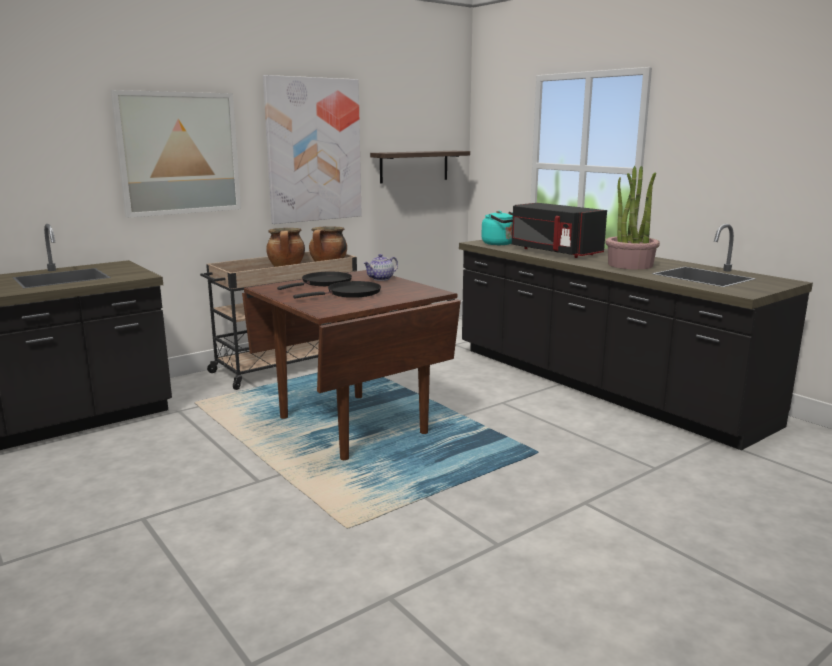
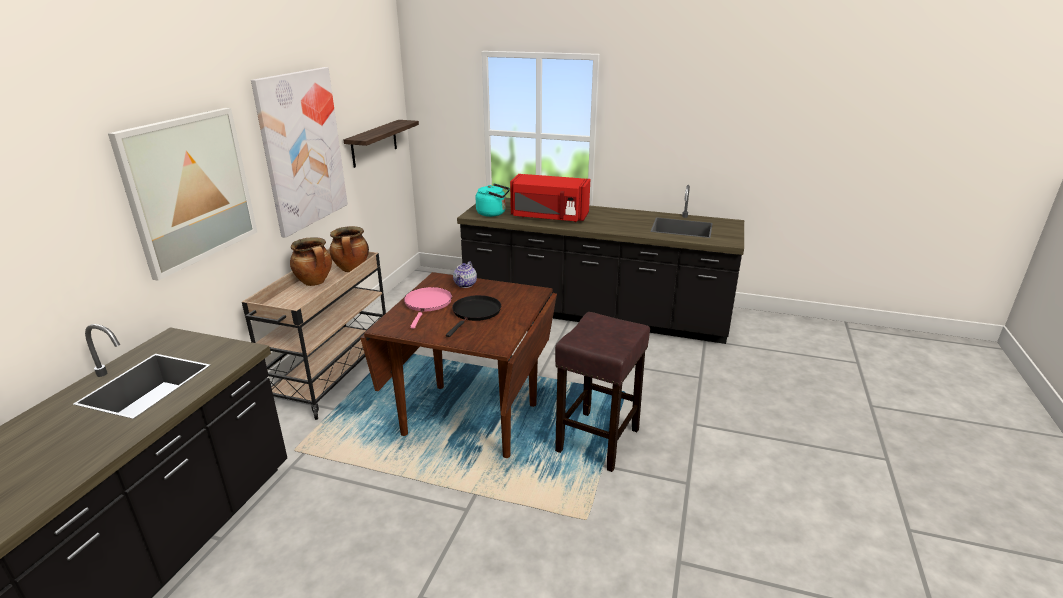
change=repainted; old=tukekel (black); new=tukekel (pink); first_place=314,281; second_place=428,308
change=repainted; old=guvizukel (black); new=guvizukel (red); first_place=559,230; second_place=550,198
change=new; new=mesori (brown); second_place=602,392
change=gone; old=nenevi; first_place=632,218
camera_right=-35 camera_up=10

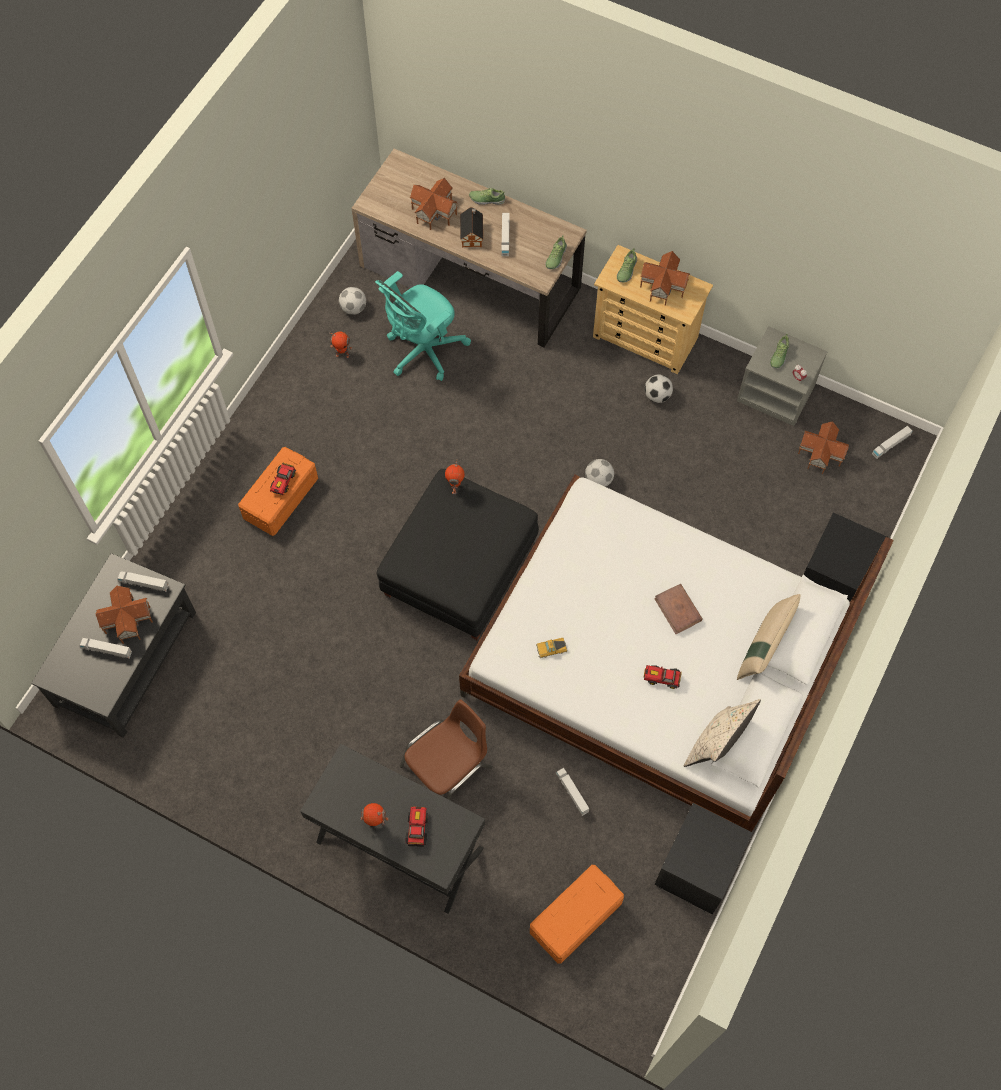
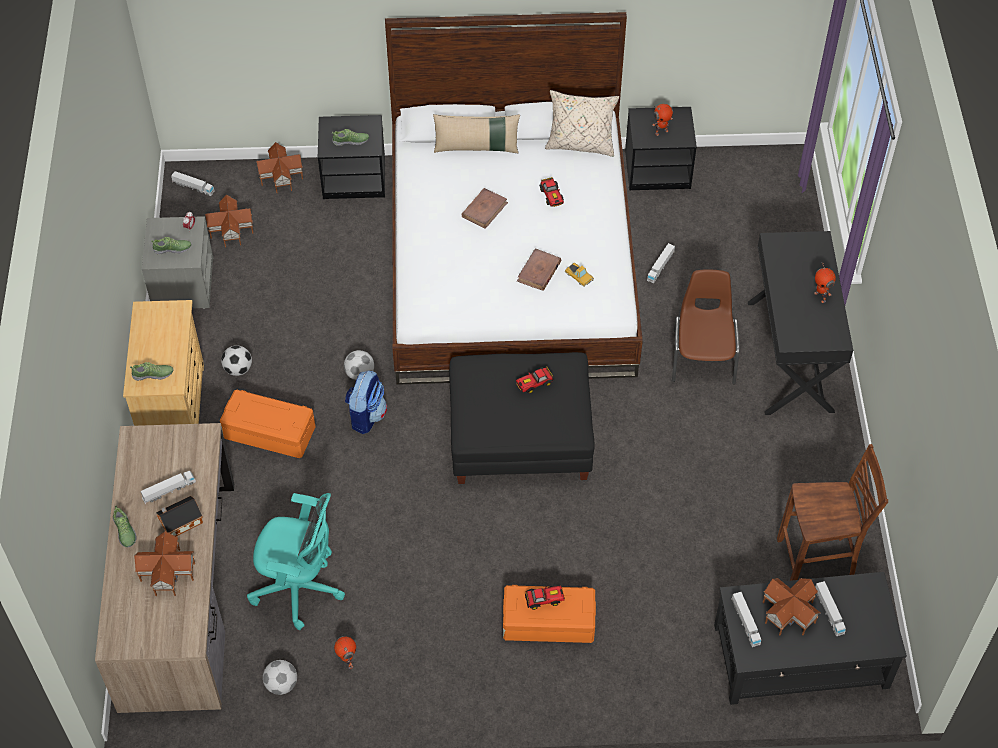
change=shifted; old=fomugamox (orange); first_place=577,914; second_place=267,424
change=shifted; old=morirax; first_place=665,278; second_place=279,167
change=shifted; old=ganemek; first_place=556,252; second_place=350,137
change=new; new=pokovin; second_place=366,402
change=shifted; old=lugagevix; first_place=416,826; second_place=535,380
change=new; new=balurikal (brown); second_place=539,269
change=shifted; old=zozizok; first_place=455,477; second_place=662,120
change=rotated; old=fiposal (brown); first_place=446,749; second_place=706,326; degrees=75
change=new; new=mesori (brown); second_place=832,512
camera_right=-120 camera_up=-10

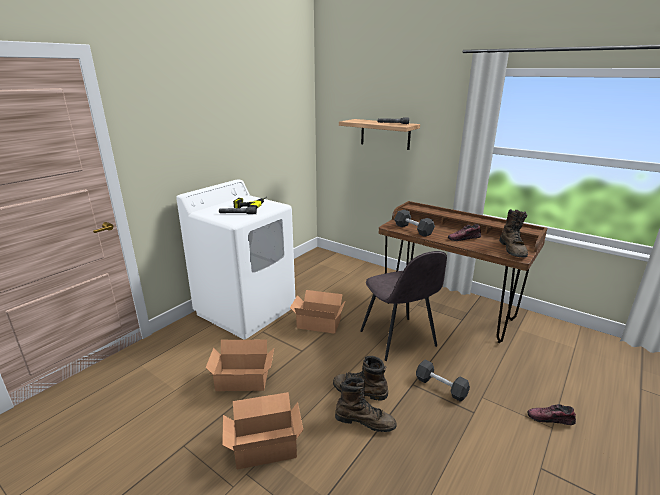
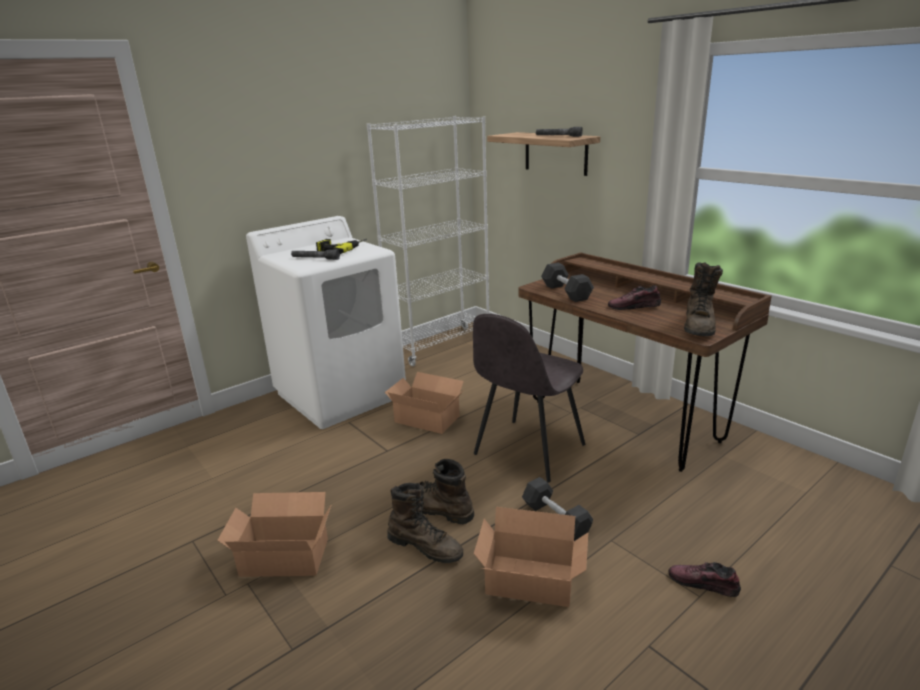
change=new; new=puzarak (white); second_place=428,241
change=rotated; old=fiposal (grey); first_place=403,306; second_place=529,398; degrees=45
change=shifted; old=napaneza; first_place=240,365; second_place=531,557
camera_right=15 camera_up=0

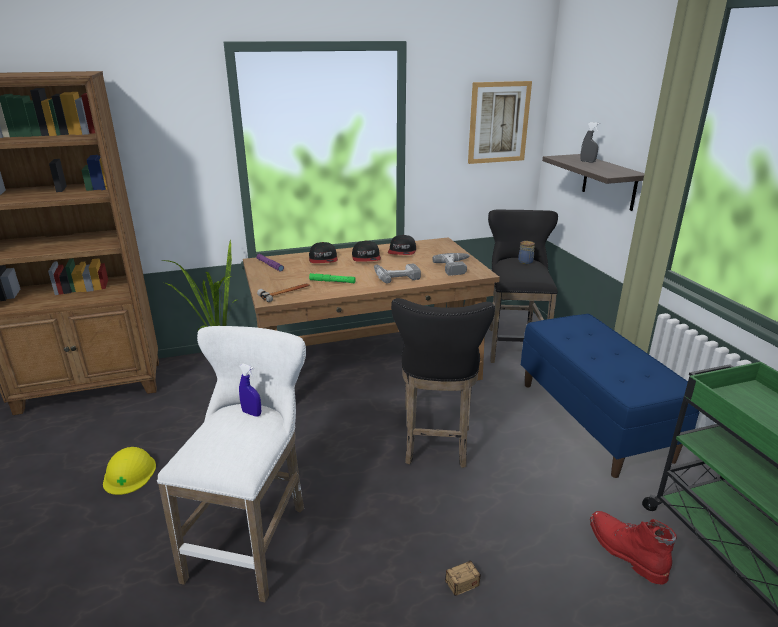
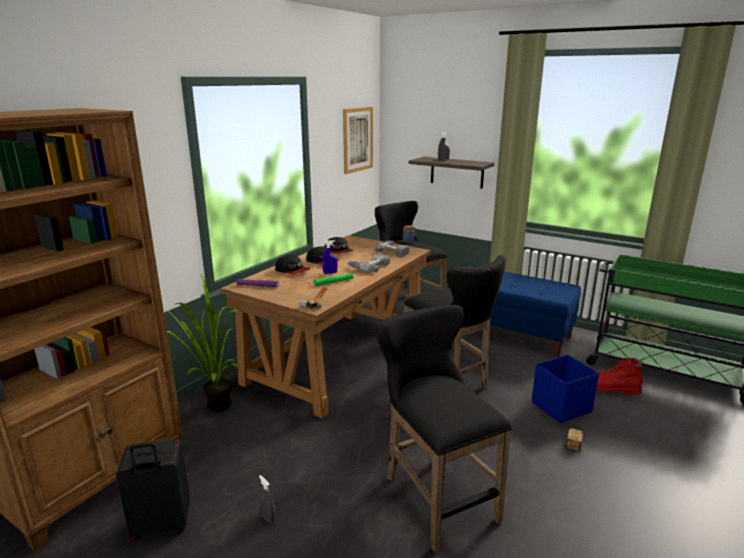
change=new; new=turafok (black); second_place=153,490
change=swapped; old=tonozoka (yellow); new=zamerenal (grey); first_place=129,471; second_place=267,499
change=shifted; old=zamerenal (blue); first_place=250,390; second_place=330,257
change=repainted; old=mesori (white); new=mesori (black); first_place=231,464; second_place=444,429
change=new; new=fomugamox (blue); second_place=565,389
camera_right=-40 camera_up=-5

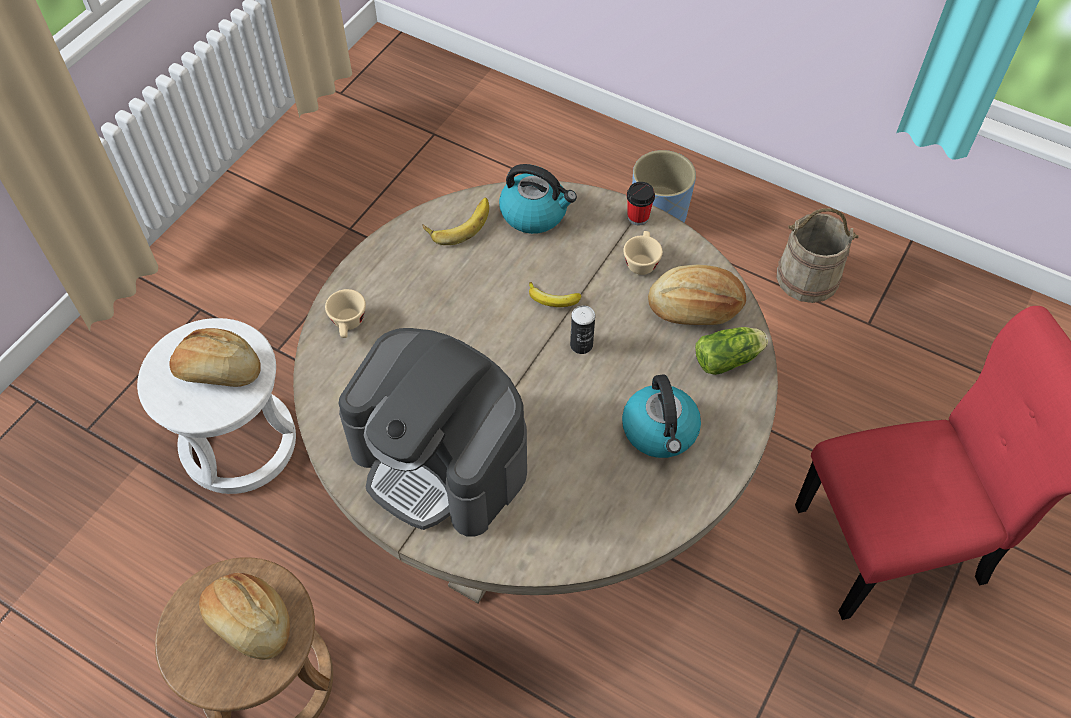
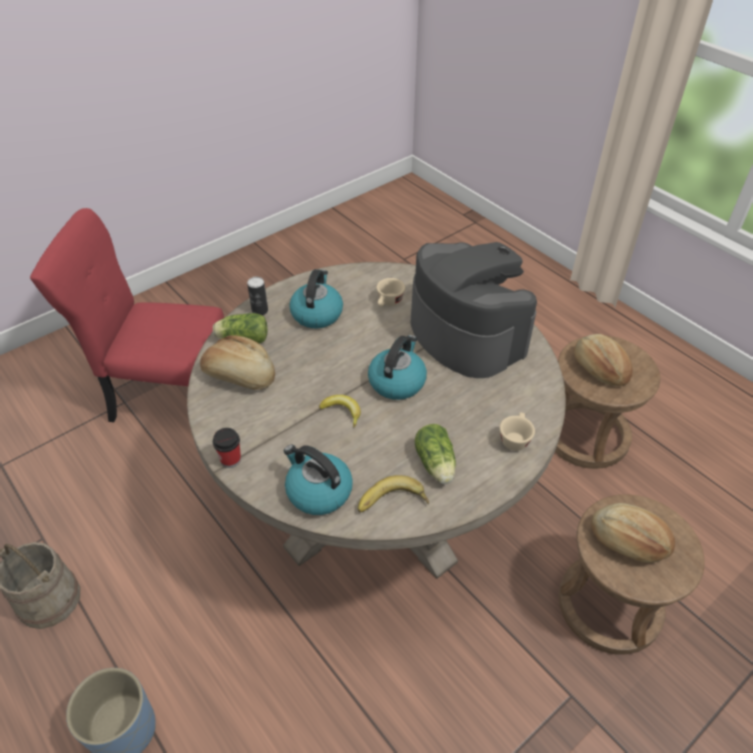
change=shifted; old=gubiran; first_place=582,329; second_place=257,296
change=new; new=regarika; second_place=397,367
change=shifted; old=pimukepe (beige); first_place=643,253; second_place=391,292
change=new; new=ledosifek; second_place=435,454
change=repainted; old=mesori (white); new=mesori (brown); first_place=216,406; second_place=632,574
camera_right=-160 camera_up=-10

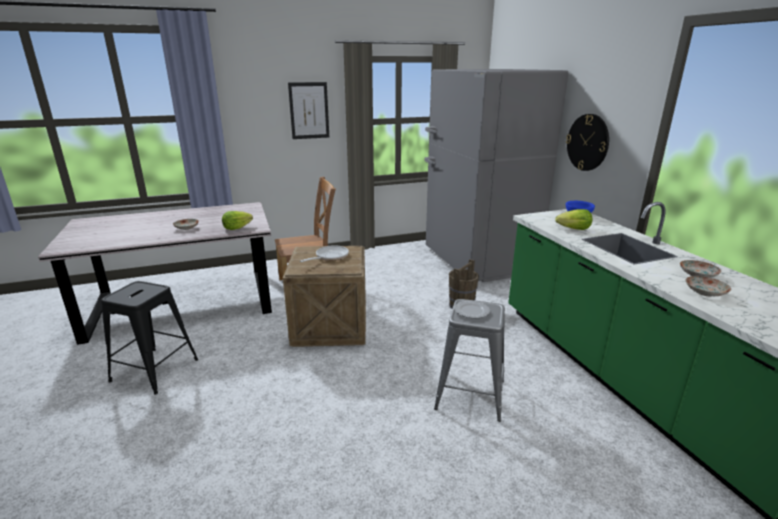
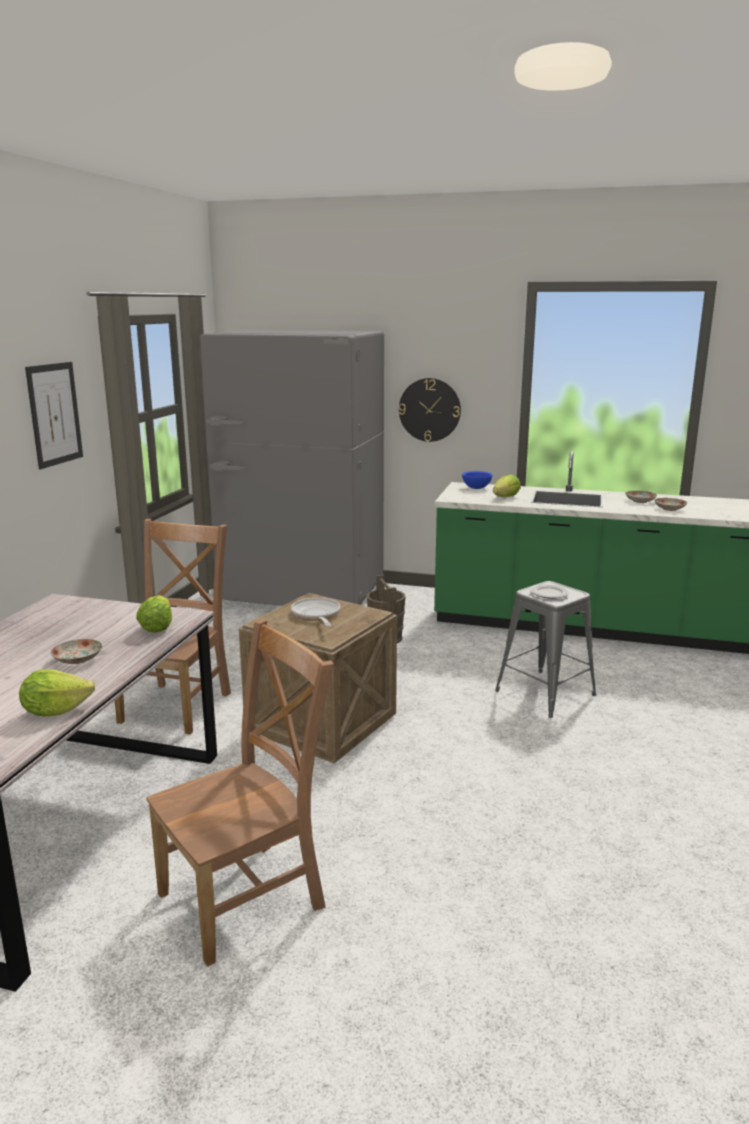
change=new; new=ledosifek; second_place=57,692
change=swapped; old=mesori (black); new=fiposal (brown); first_place=149,338; second_place=240,793
camera_right=-55 camera_up=-5

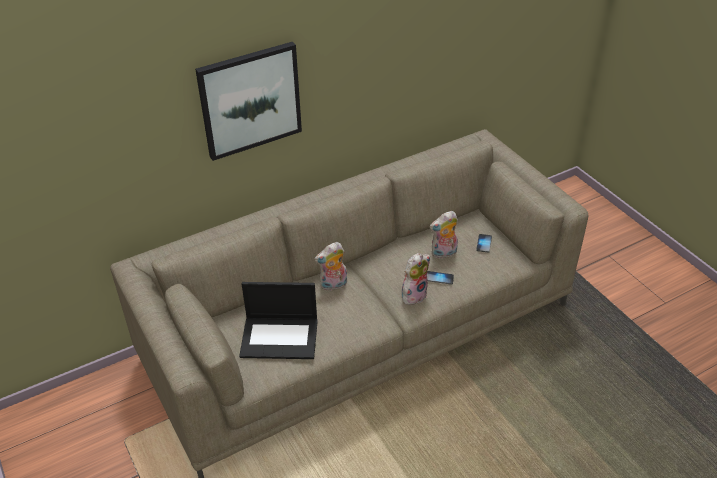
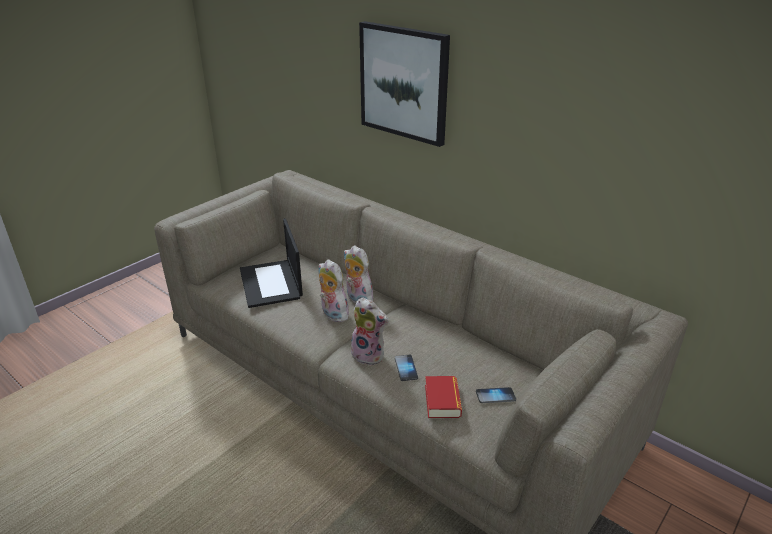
change=shifted; old=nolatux; first_place=444,235; second_place=334,290
change=new; new=balurikal; second_place=443,397
camera_right=70 camera_up=-10

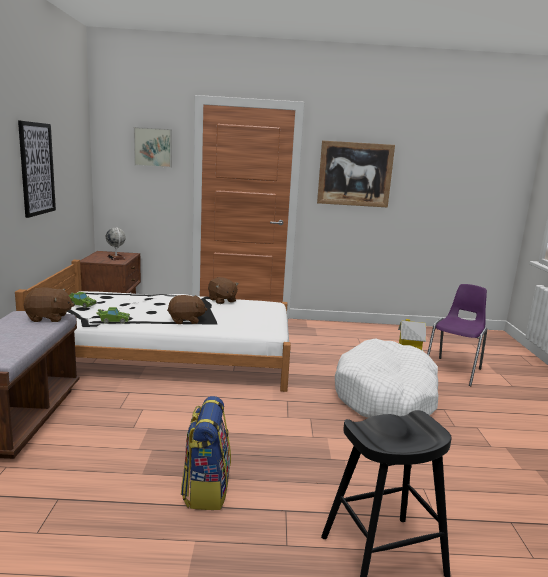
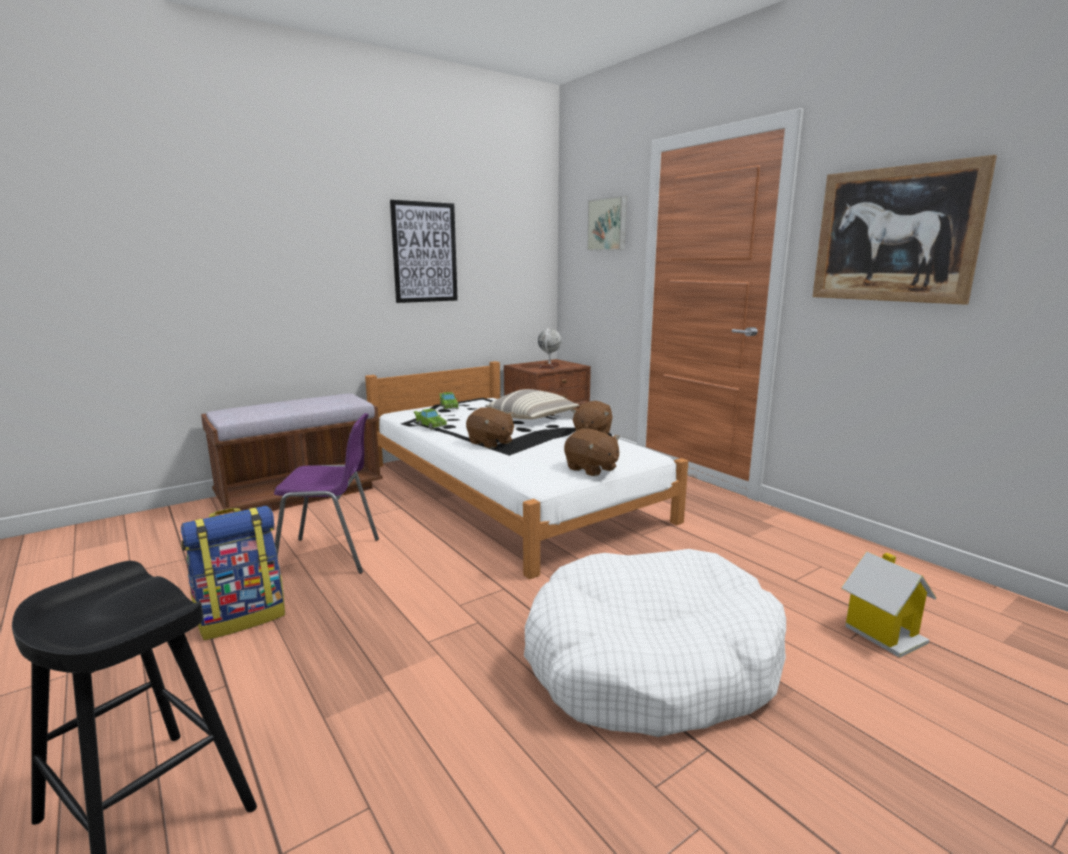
change=shifted; old=fiposal (purple); first_place=457,335; second_place=326,493
change=new; new=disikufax; second_place=533,404
change=shifted; old=nolatux (brown); first_place=49,305; second_place=592,452
camera_right=55 camera_up=0

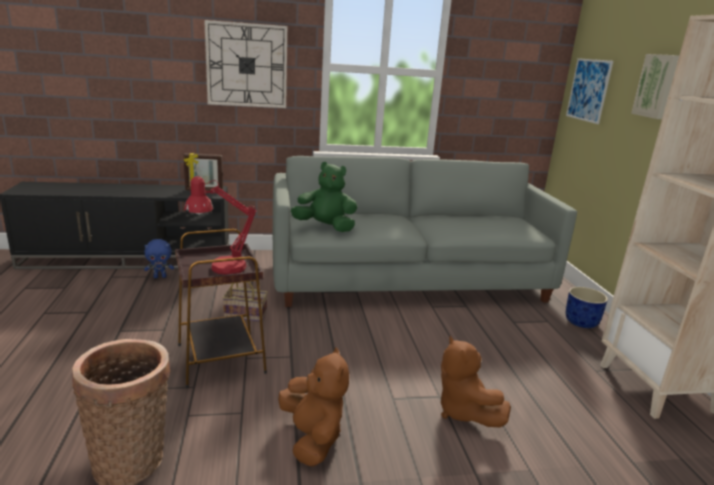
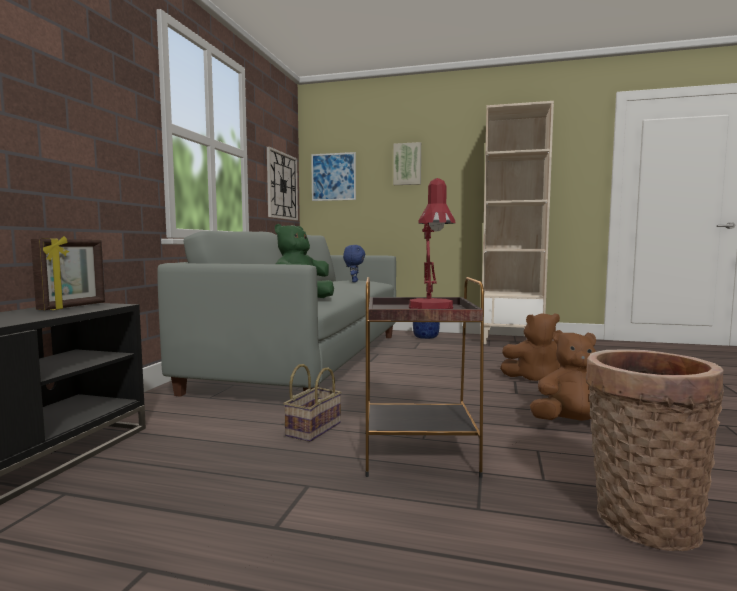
change=shifted; old=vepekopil; first_place=245,64; second_place=282,183
change=shifted; old=nolatux (blue); first_place=159,258; second_place=354,263
camera_right=-65 camera_up=-15

